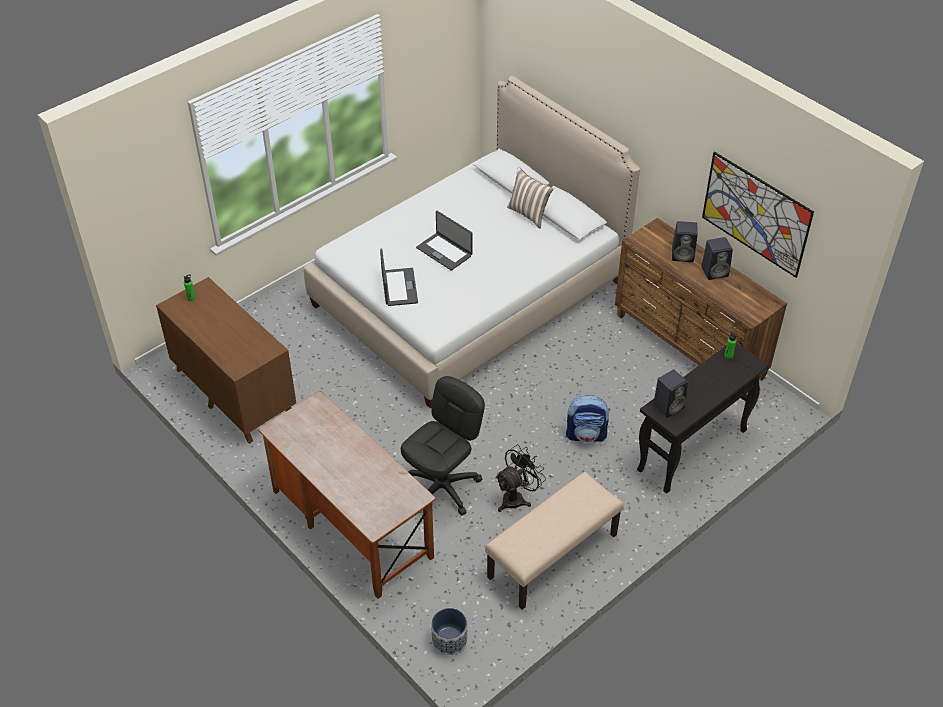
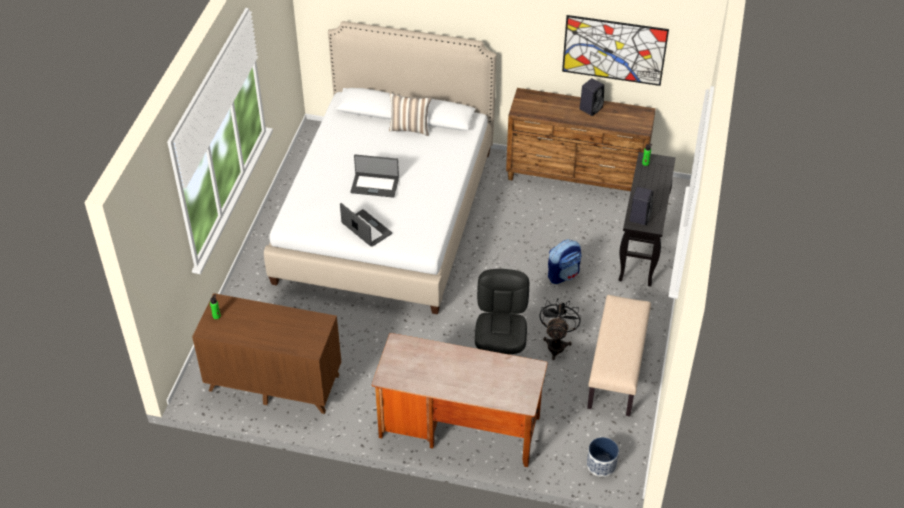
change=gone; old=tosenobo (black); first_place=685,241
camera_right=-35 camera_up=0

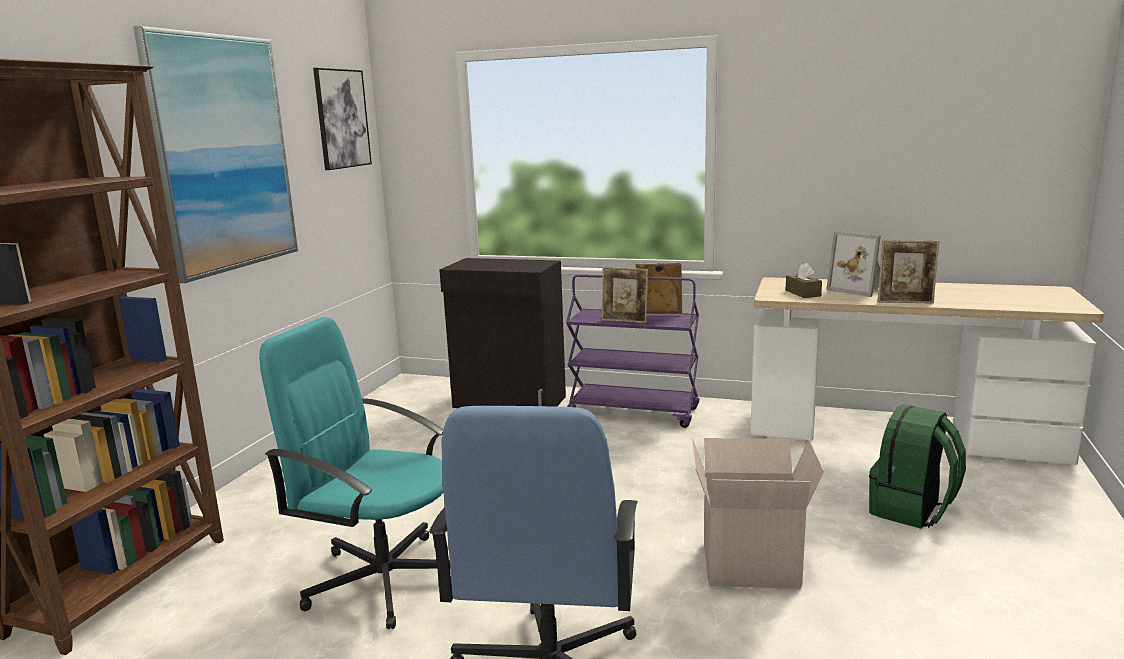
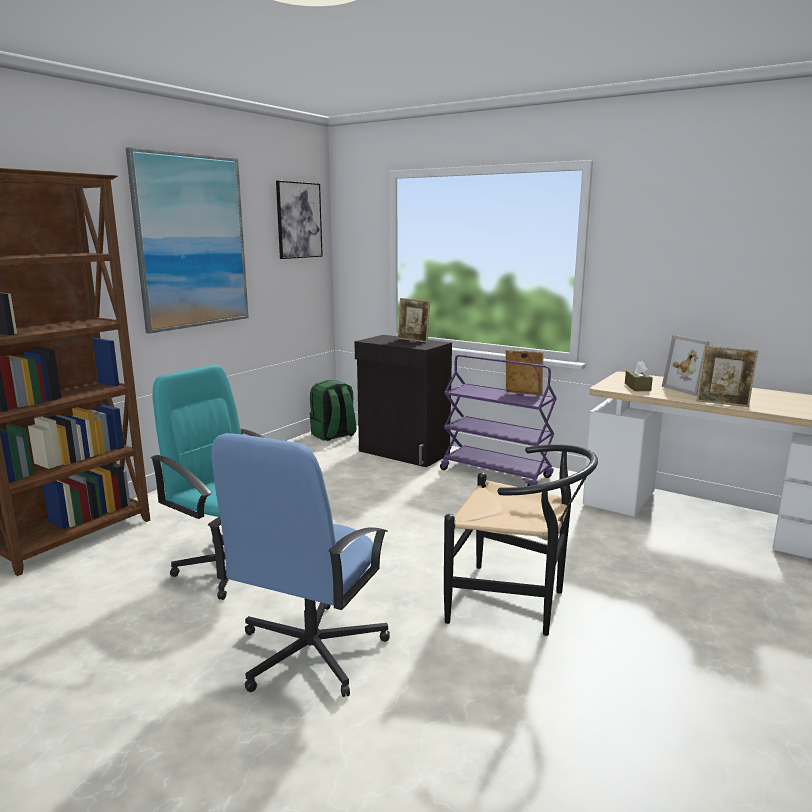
change=shifted; old=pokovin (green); first_place=917,466; second_place=333,410
change=shifted; old=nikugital; first_place=625,295; second_place=414,320
change=swapped; old=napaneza; new=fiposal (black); first_place=758,513; second_place=521,540
camera_right=15 camera_up=0

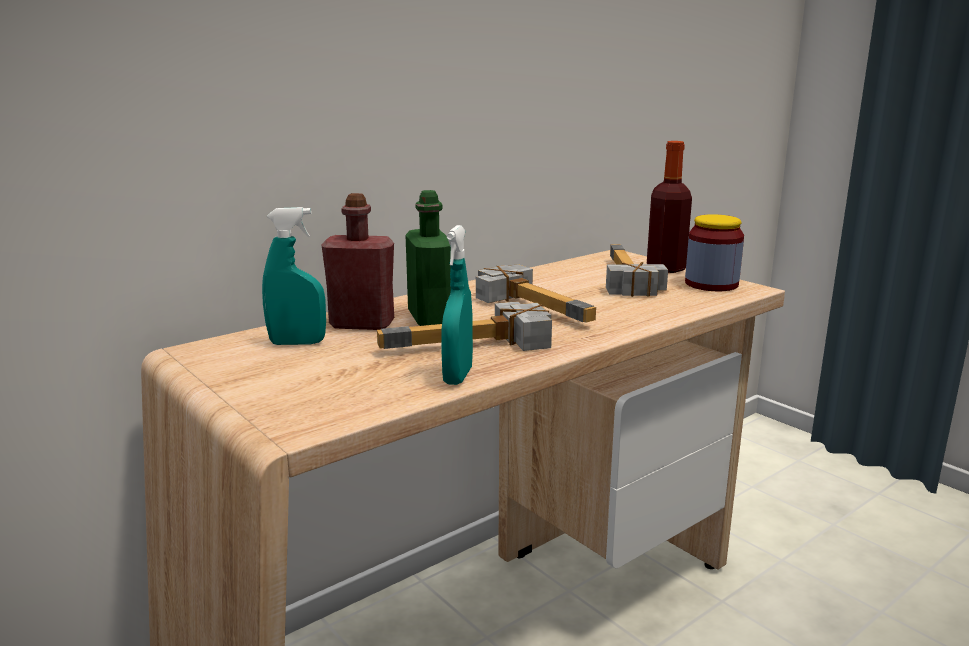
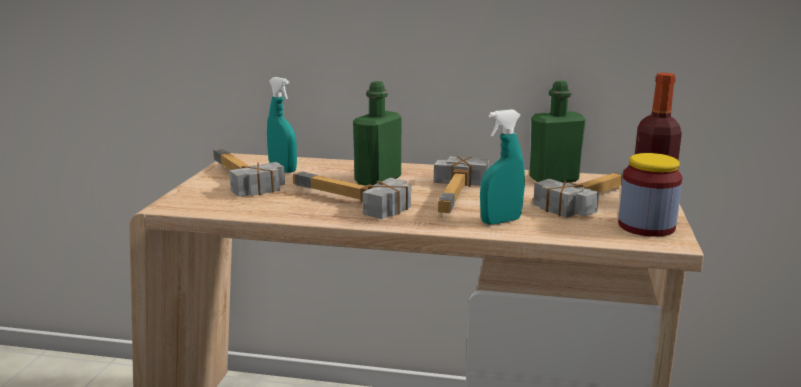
change=new; new=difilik; second_place=249,173
change=shifted; old=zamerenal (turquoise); first_place=457,305; second_place=502,167
change=new; new=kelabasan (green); second_place=557,132
change=gone; old=kelabasan (red); first_place=357,261
camera_right=50 camera_up=0

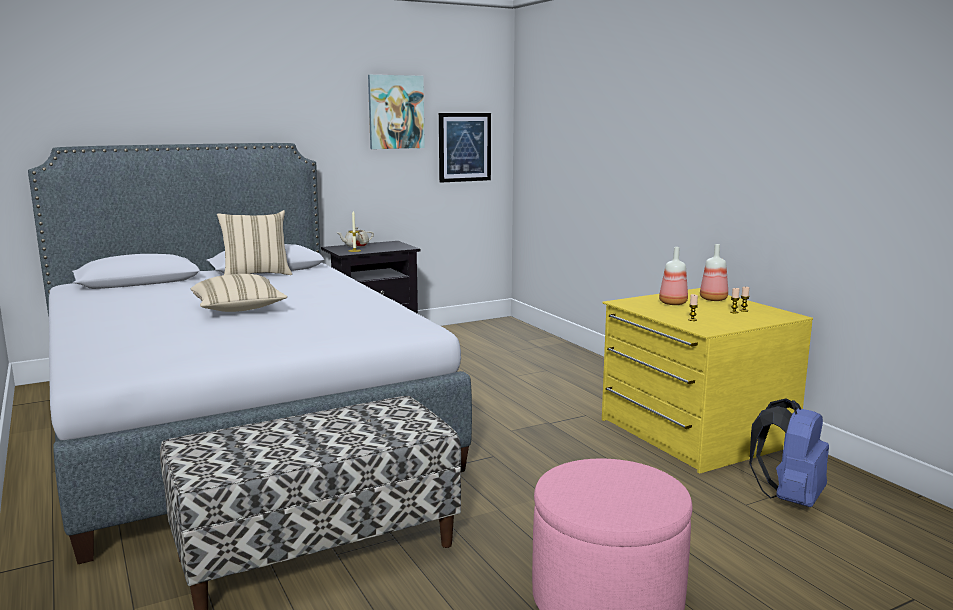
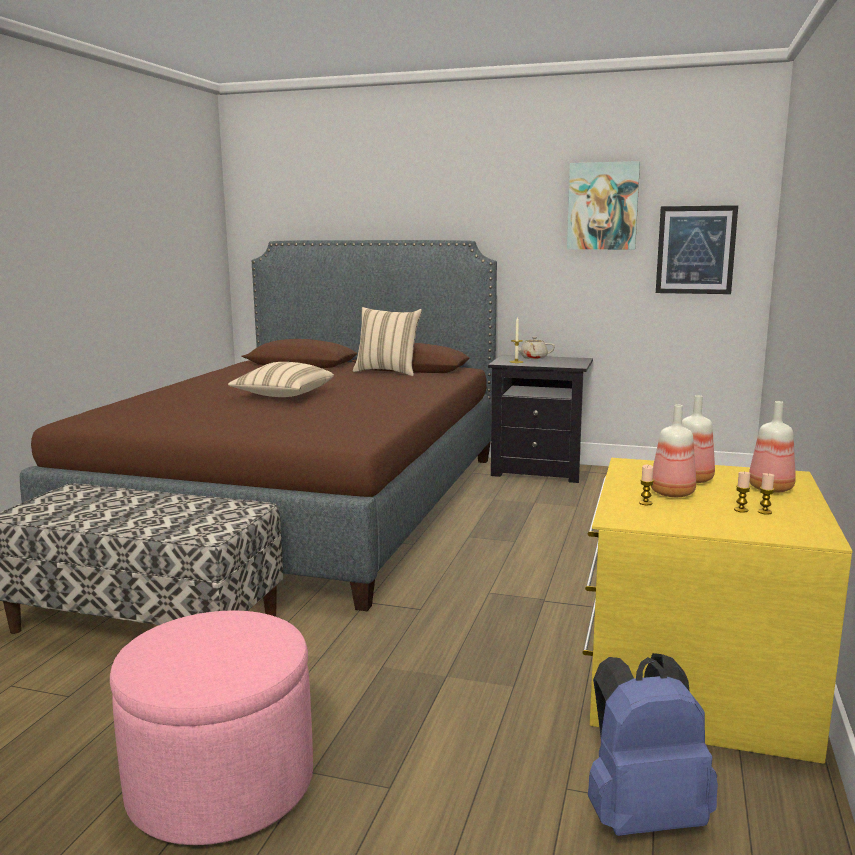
change=repainted; old=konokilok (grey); new=konokilok (brown); first_place=250,353; second_place=258,425
change=new; new=kelabasan; second_place=673,450
camera_right=45 camera_up=0

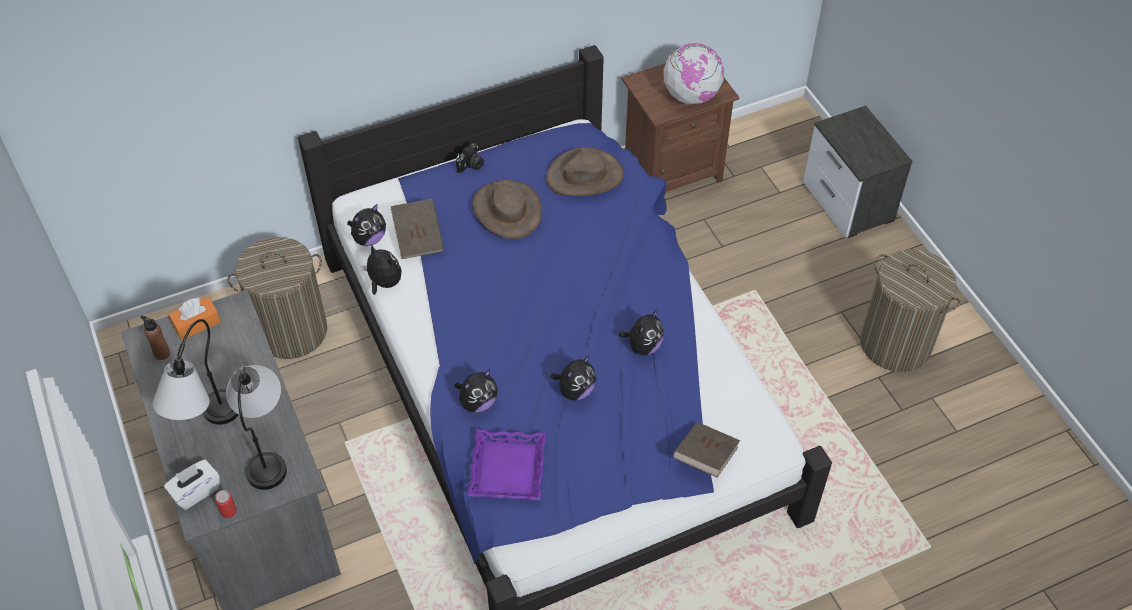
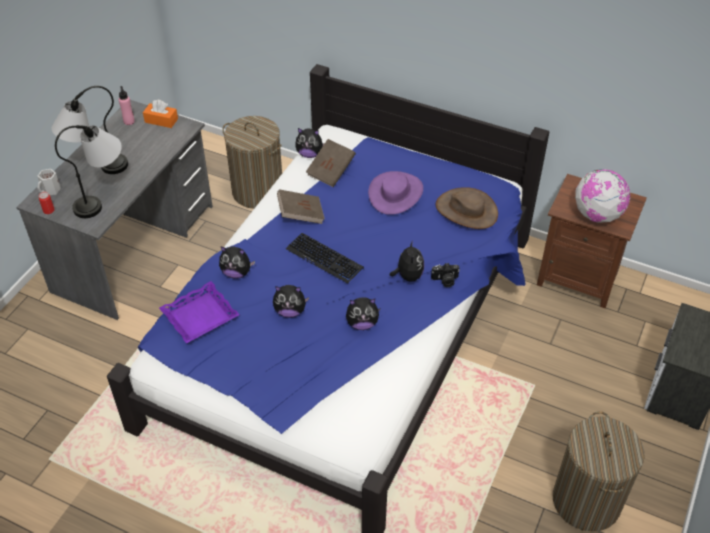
change=swapped; old=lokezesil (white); new=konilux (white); first_place=192,484; second_place=49,182
change=repainted; old=kelabasan (brown); new=kelabasan (pink); first_place=155,338; second_place=127,105
change=shifted; old=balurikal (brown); first_place=706,450; second_place=301,206
change=new; new=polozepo; second_place=325,258
change=repainted; old=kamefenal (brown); new=kamefenal (purple); first_place=507,209; second_place=395,193
change=shifted; old=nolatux; first_place=381,270; second_place=407,261
change=shifted; old=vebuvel; first_place=470,158; second_place=445,275
camera_right=50 camera_up=-5

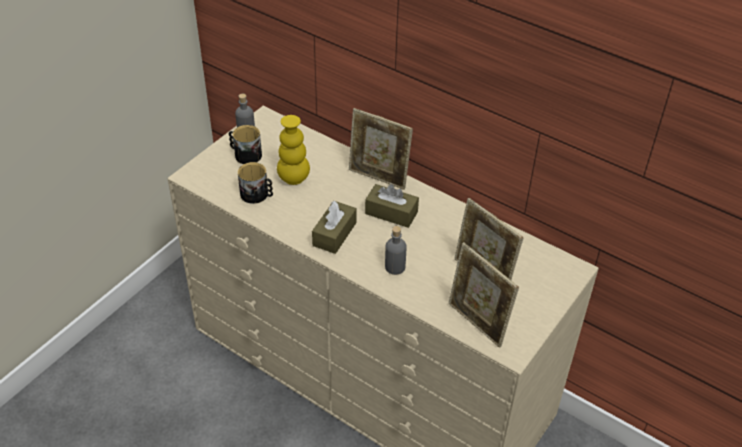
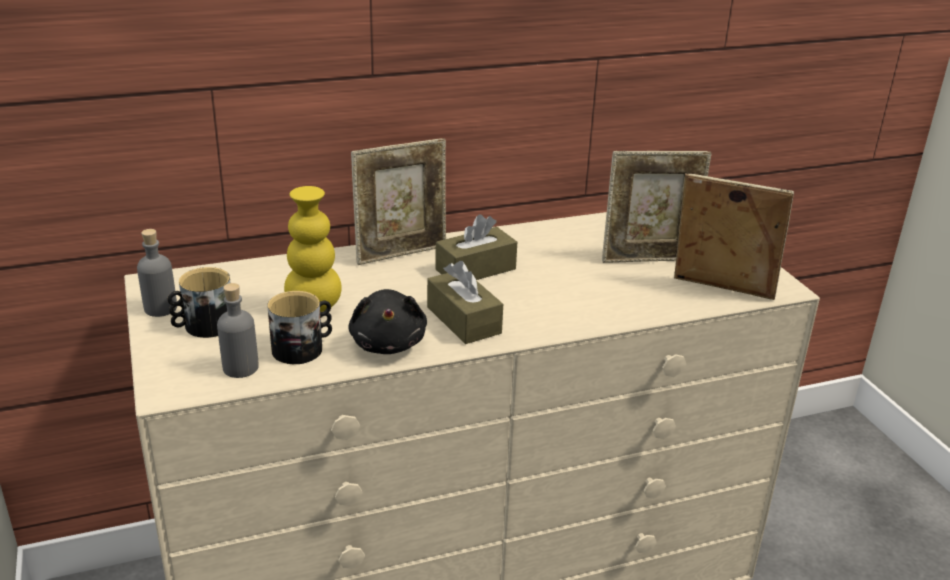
change=shifted; old=kelabasan (grey); first_place=396,250; second_place=238,330
change=new; new=nolatux (black); second_place=387,321
change=rotated; old=nikugital; first_place=484,295; second_place=734,236; degrees=-150
camera_right=-55 camera_up=-15

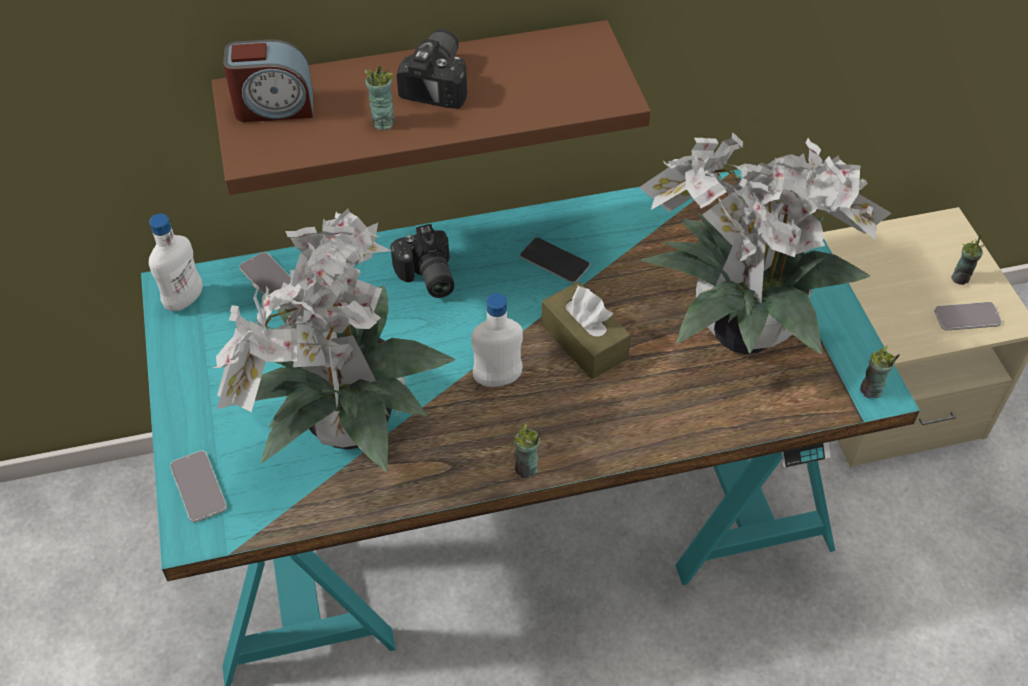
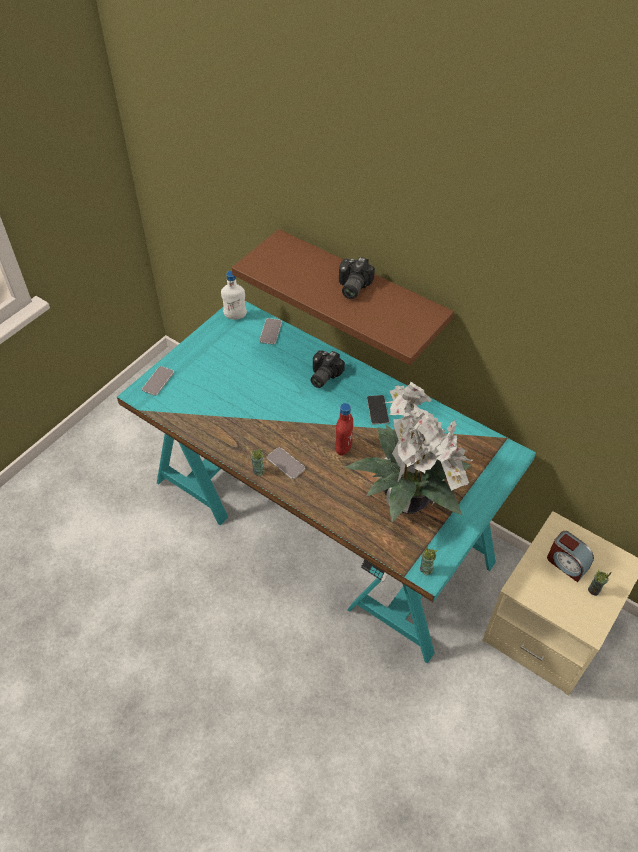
change=shifted; old=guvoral; first_place=968,316; second_place=286,463
change=swapped; old=lokezesil (brown); new=kelabasan (red); first_place=586,330; second_place=344,429
change=rotated; old=vebuvel; first_place=432,69; second_place=357,278; degrees=135
change=shifted; old=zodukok; first_place=268,80; second_place=570,556
change=gone; old=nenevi; first_place=334,340
change=gone; old=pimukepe; first_place=380,97
change=gone; old=kelabasan (white); first_place=497,340
camera_right=50 camera_up=0

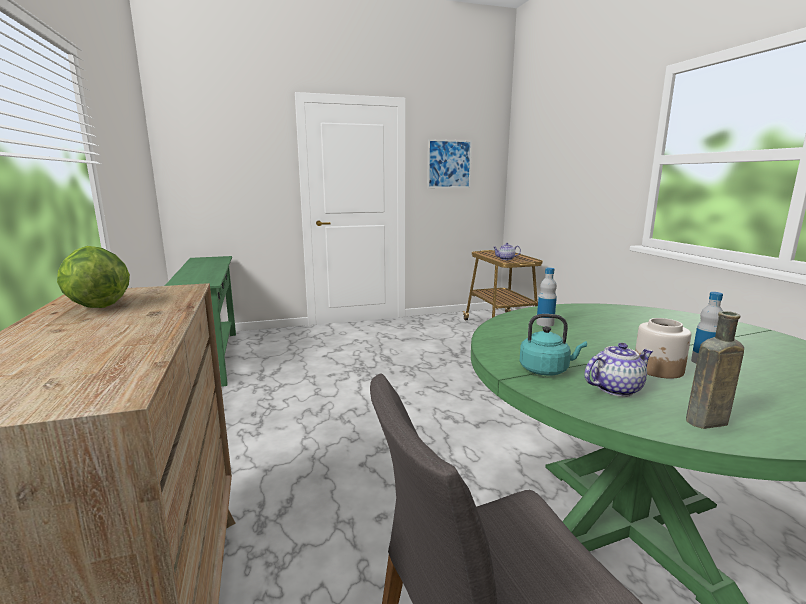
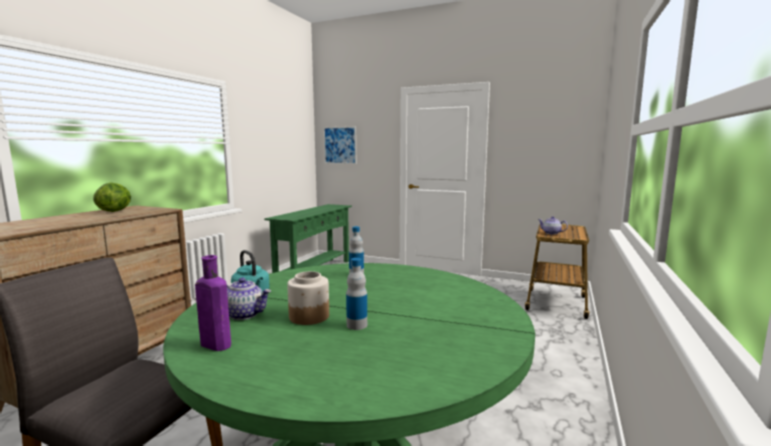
change=repainted; old=kelabasan (brown); new=kelabasan (purple); first_place=715,370; second_place=213,303
change=shifted; old=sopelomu; first_place=449,163; second_place=340,145
camera_right=40 camera_up=-5

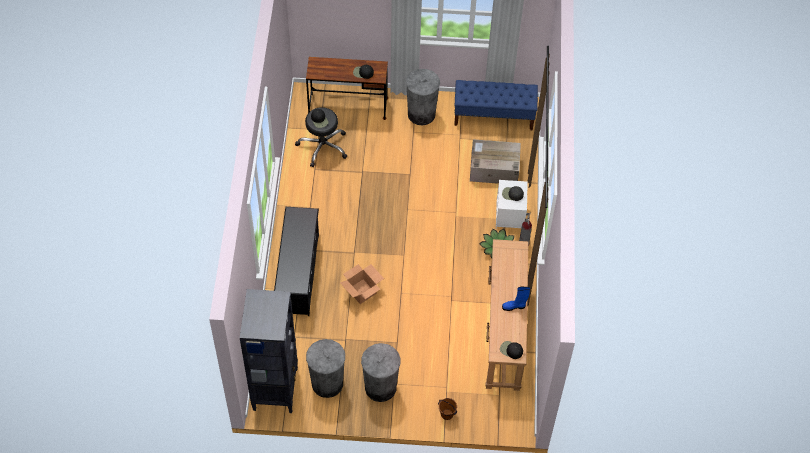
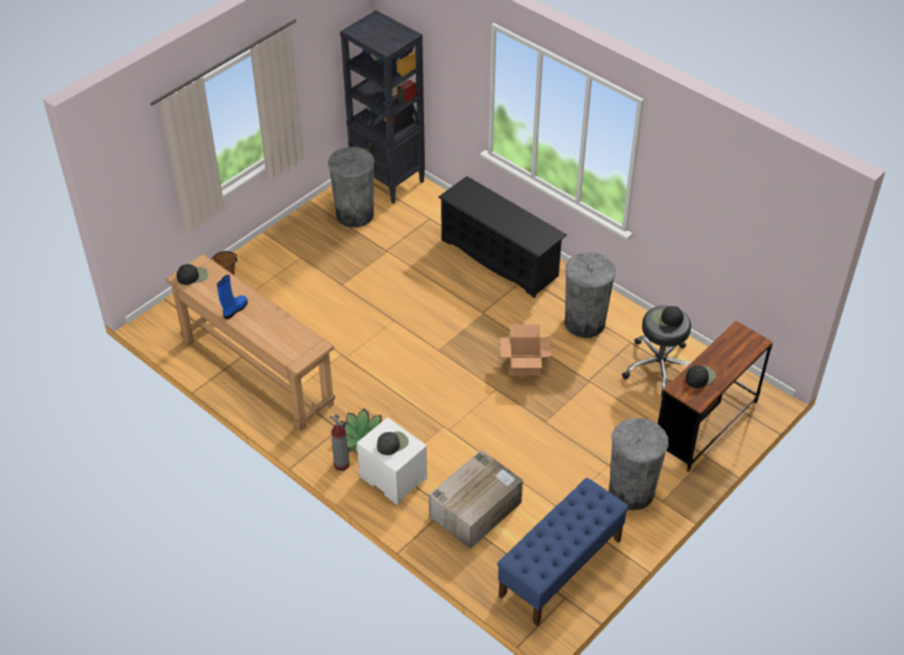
change=shifted; old=napaneza; first_place=362,284; second_place=525,350
change=shifted; old=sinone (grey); first_place=380,372; second_place=590,295
camera_right=130 camera_up=-10

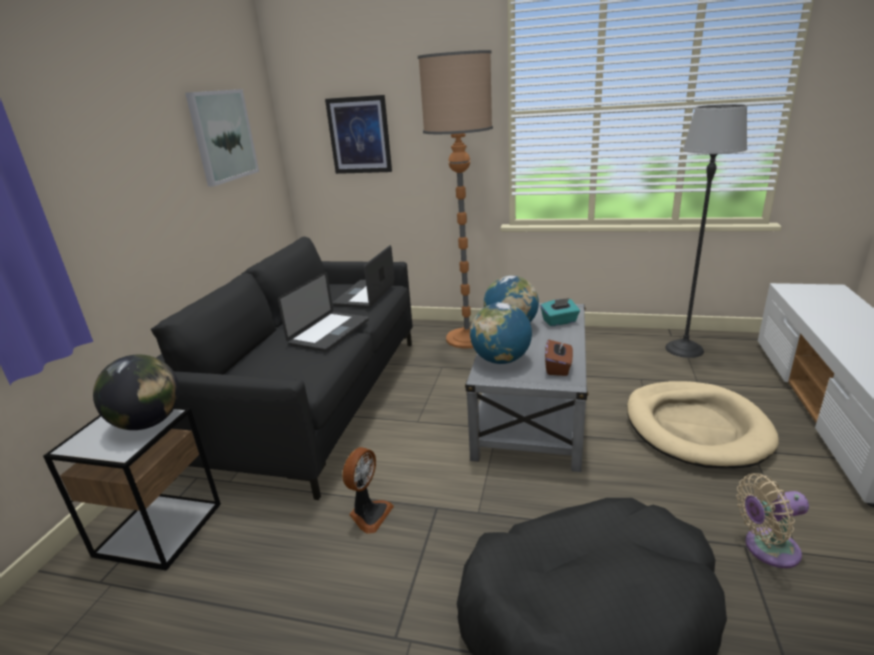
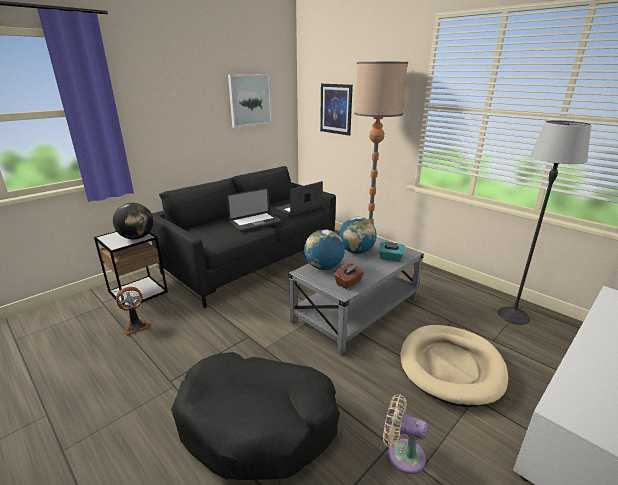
change=shifted; old=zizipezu; first_place=368,490; second_place=133,311
camera_right=30 camera_up=0

